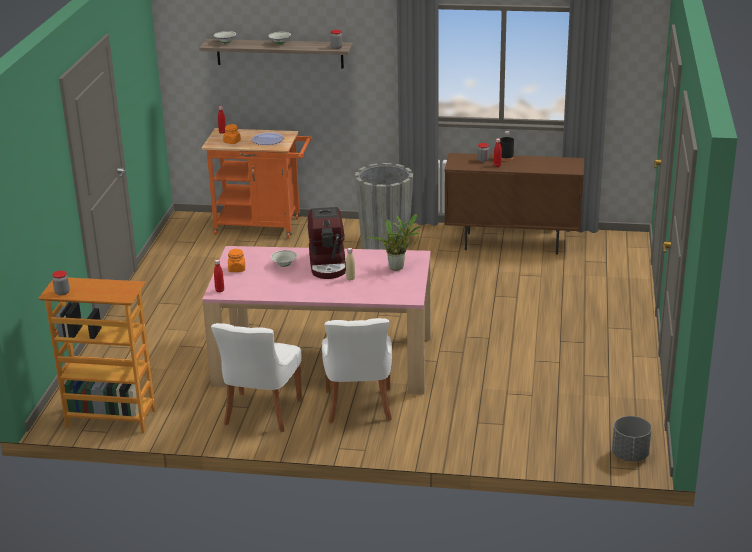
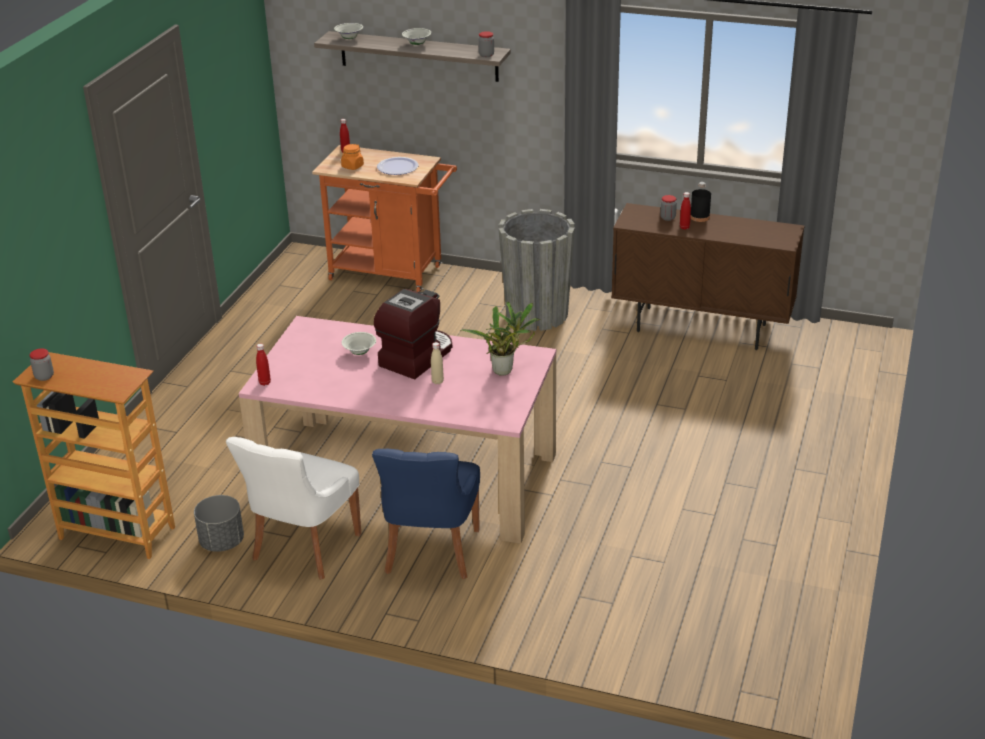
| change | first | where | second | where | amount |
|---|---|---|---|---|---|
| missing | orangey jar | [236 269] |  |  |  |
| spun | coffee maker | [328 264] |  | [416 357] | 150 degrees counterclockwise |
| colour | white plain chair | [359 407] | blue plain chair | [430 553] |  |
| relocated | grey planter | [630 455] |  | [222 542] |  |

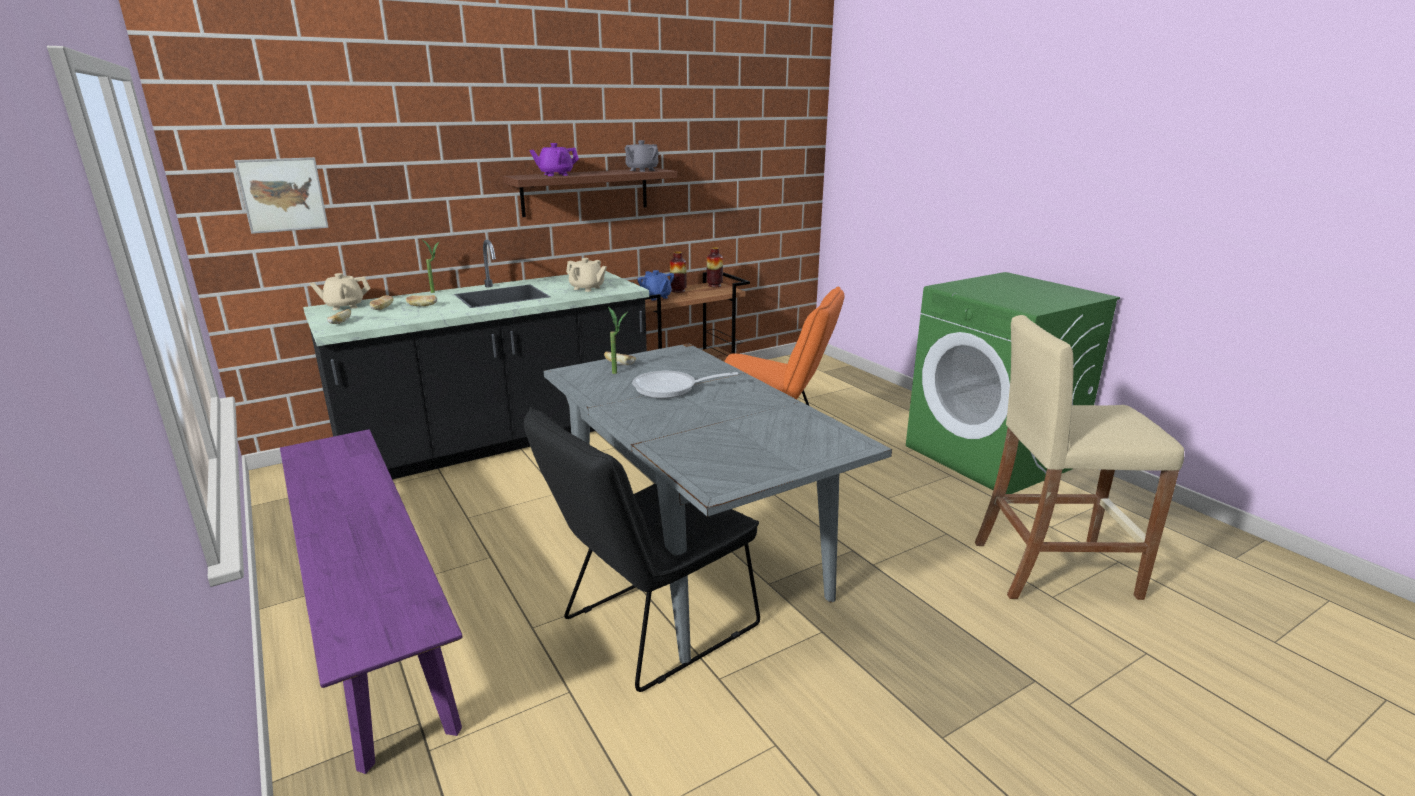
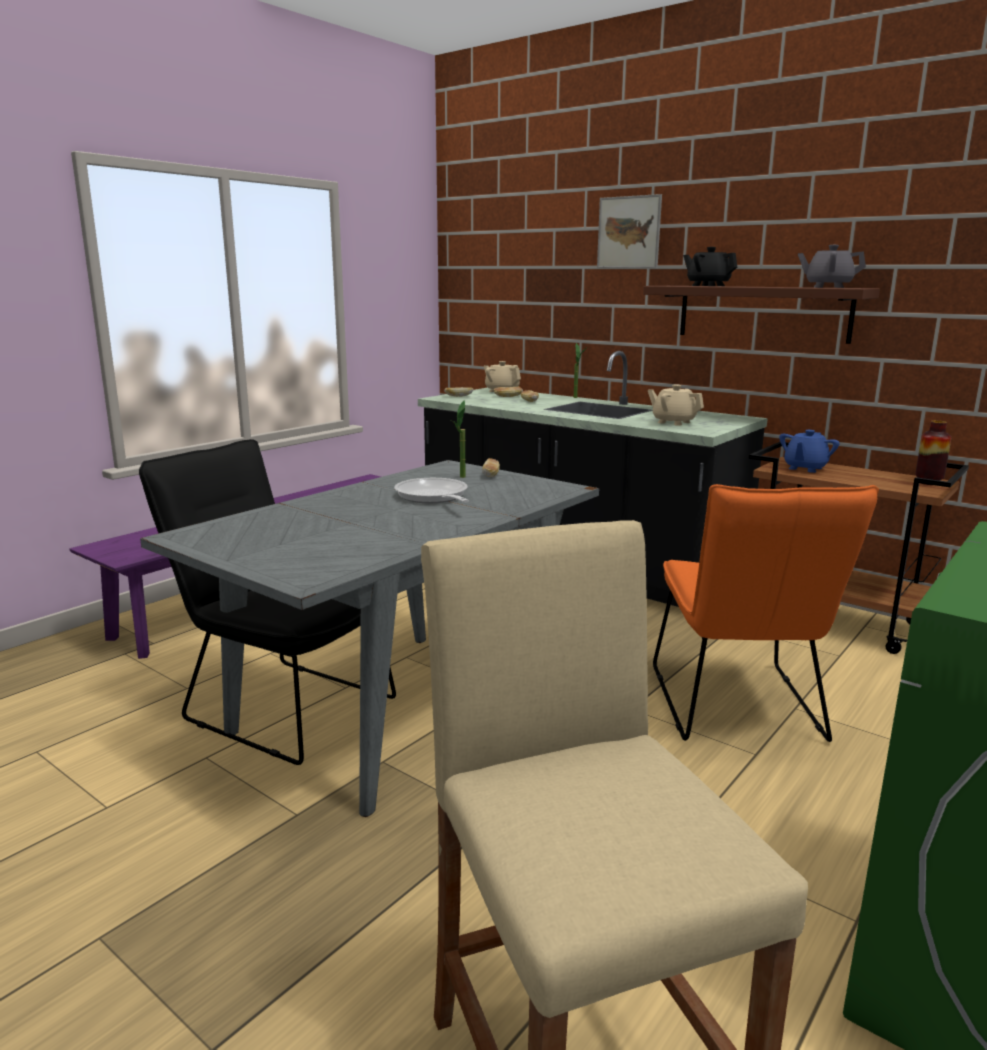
| change | first | where | second | where | amount |
|---|---|---|---|---|---|
| relocated | wall picture | [283 195] |  | [629 232] |  |
| colour | purple pot for tea | [555 175] | black-coloured pot for tea | [708 285] |  |
| spun | sand-coloured pot for tea | [587 288] |  | [673 422] | 120 degrees clockwise |
| missing | decorative vase | [678 291] |  |  |  |

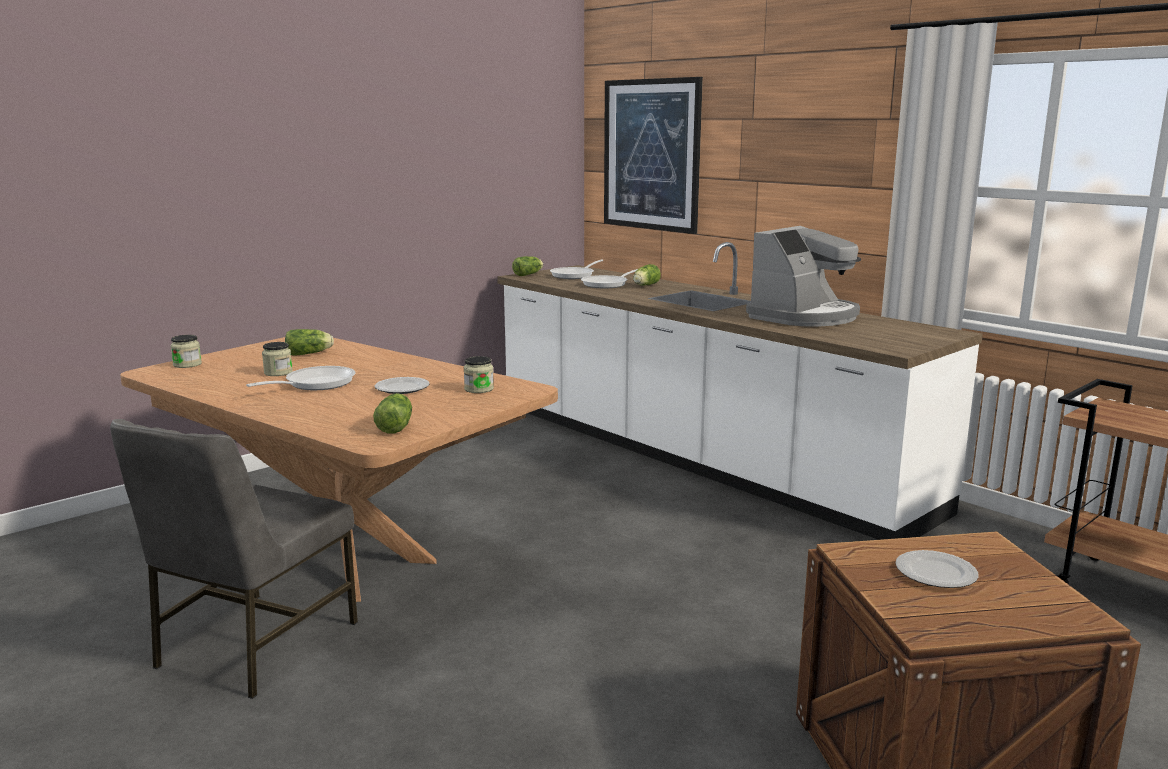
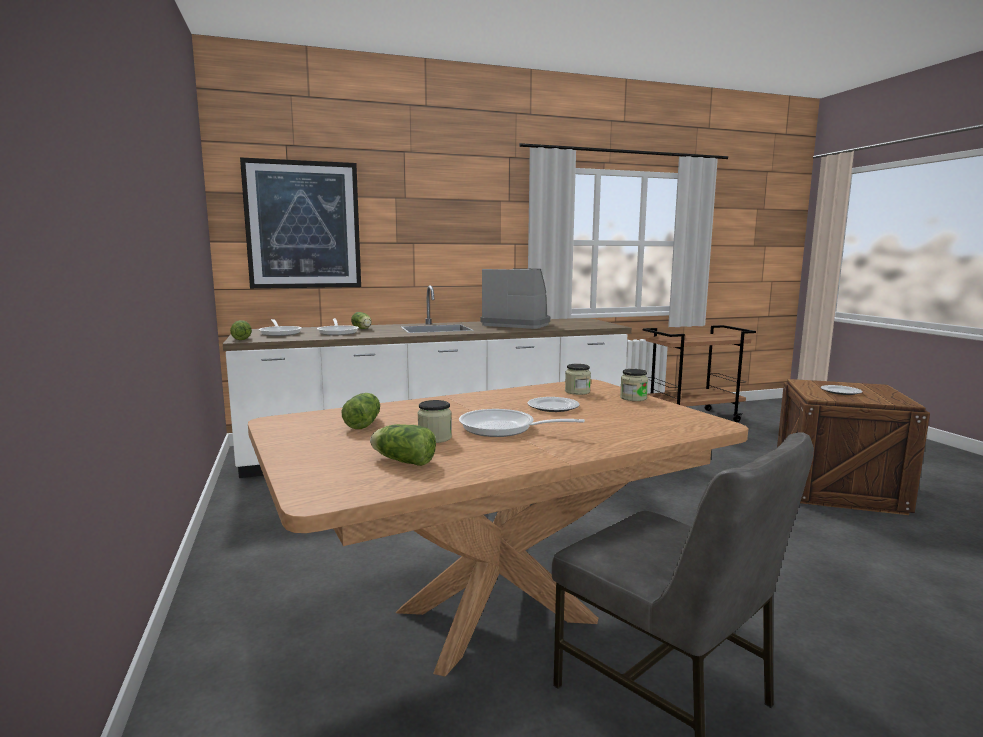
| change | first | where | second | where | amount |
|---|---|---|---|---|---|
| relocated | jar | [187 364] |  | [633 398] |  |
| spun | pan | [314 384] |  | [503 429] | 45 degrees counterclockwise |
| relocated | head of lettuce | [396 426] |  | [402 460] |  |
| spun | coffee maker | [804 316] |  | [517 324] | 45 degrees counterclockwise |

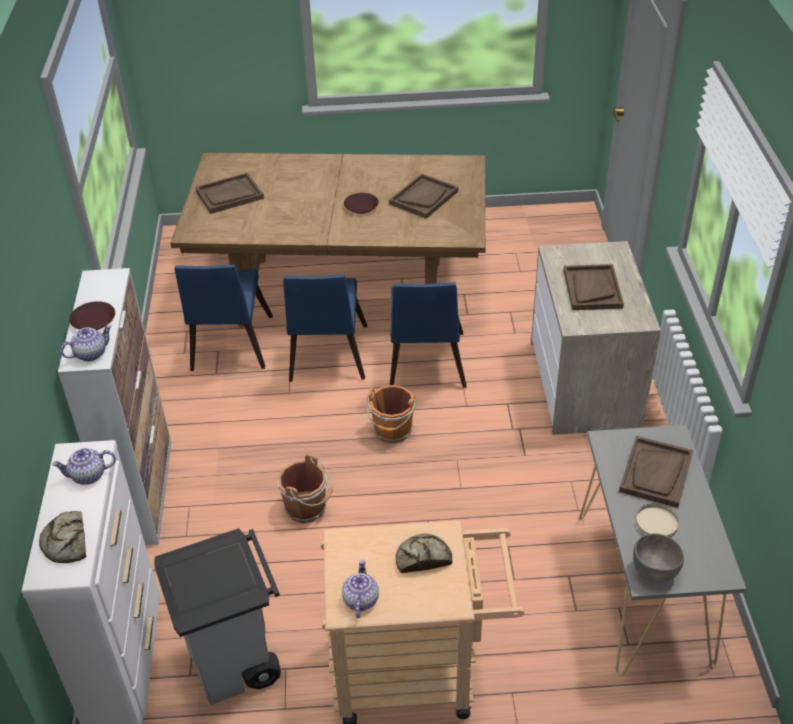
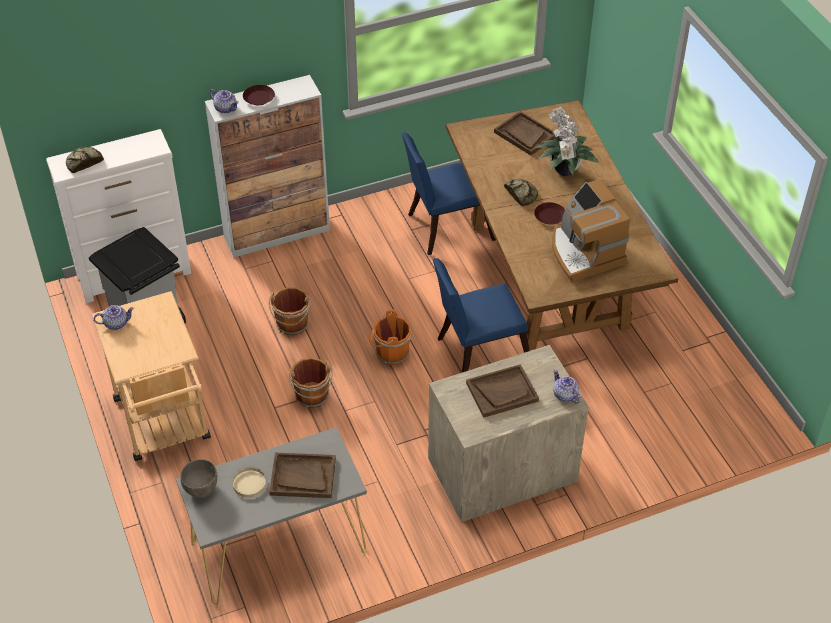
| change | first | where | second | where | amount |
|---|---|---|---|---|---|
| relocated | pot for tea | [88 476] |  | [564 395] |  |
| missing | blue plain chair | [327 357] |  |  |  |
| exchanged | brown serving tray | [424 197] | coffee maker | [584 252] |  |
| relocated | bakery bread | [422 558] |  | [521 194] |  |
| appeared |  |  | brown water bucket | [312 397] |  |
| appeared |  |  | plant in a pot | [564 172] |  |

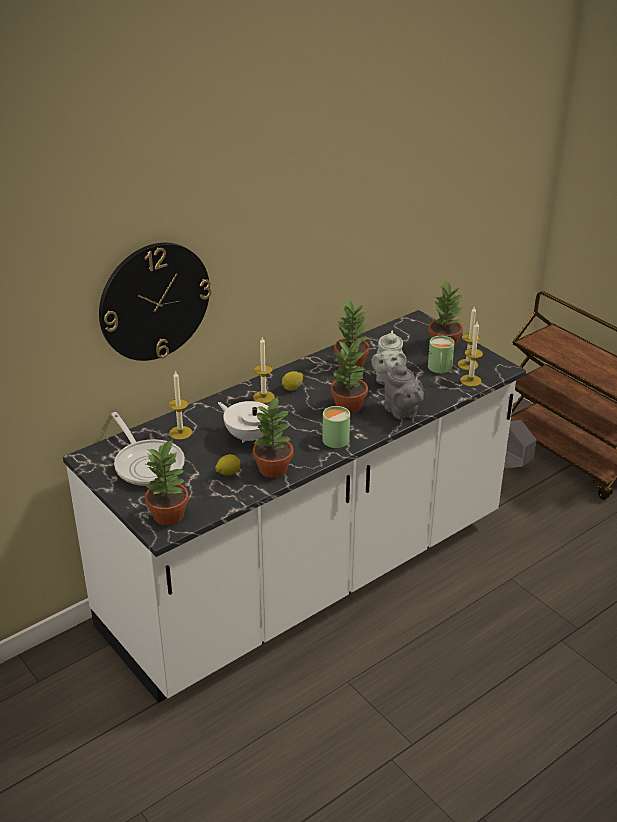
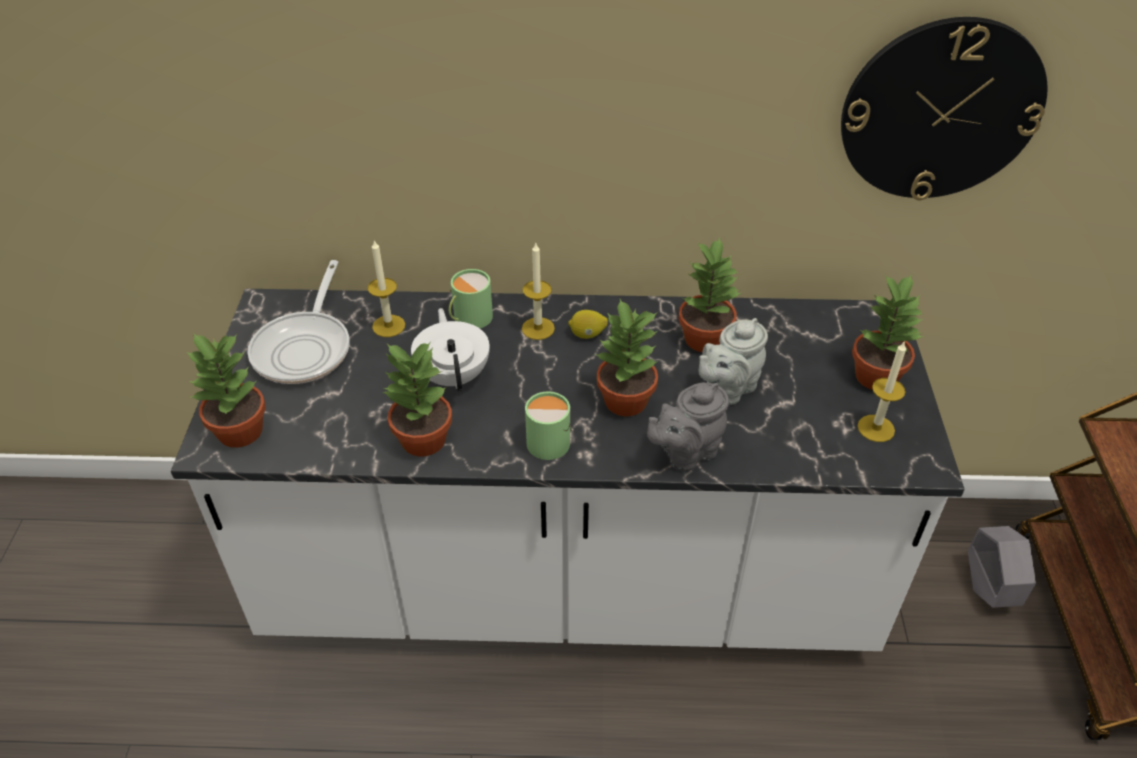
| change | first | where | second | where | amount |
|---|---|---|---|---|---|
| relocated | clock on the wall | [154 301] |  | [940 111] |  |
| missing | citrus fruit | [228 473] |  |  |  |
| spun | grey pot for tea | [402 412] |  | [685 453] | 45 degrees clockwise |
| relocated | green-coloured tea mug | [439 368] |  | [469 318] |  |
| missing | wax light | [470 380] |  |  |  |

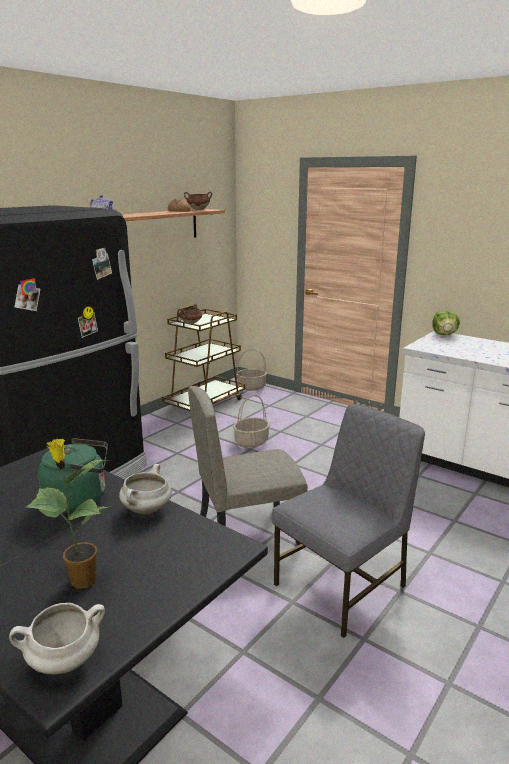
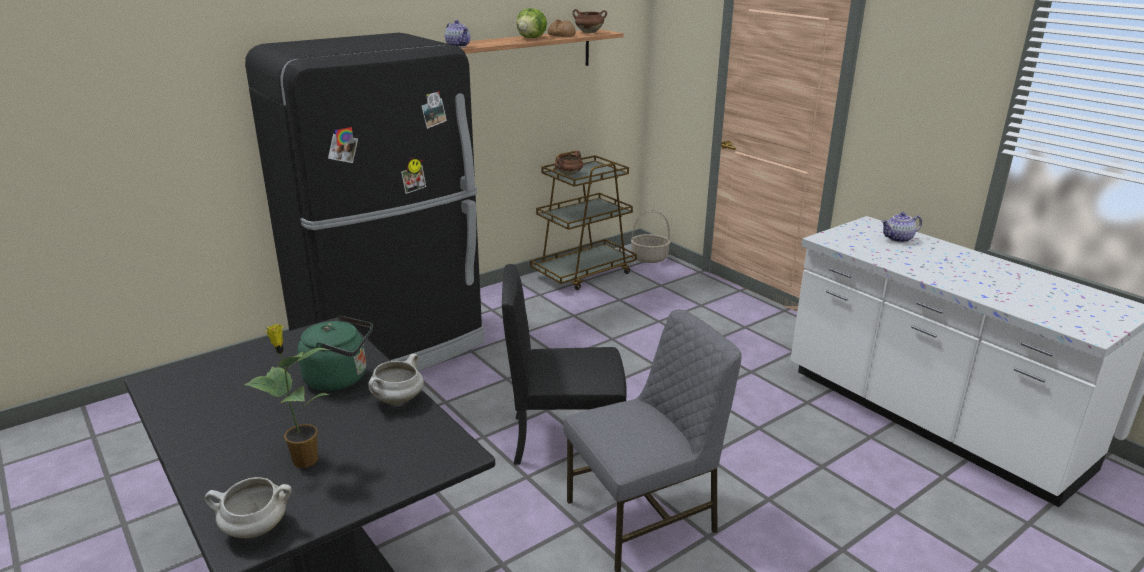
| change | first | where | second | where | amount |
|---|---|---|---|---|---|
| colour | sand-coloured plain chair | [248 531] | black-coloured plain chair | [565 437] |  |
| missing | basket | [251 442] |  |  |  |
| relocated | head of lettuce | [444 335] |  | [532 38] |  |
| appeared |  |  | pot for tea | [898 239] |  |

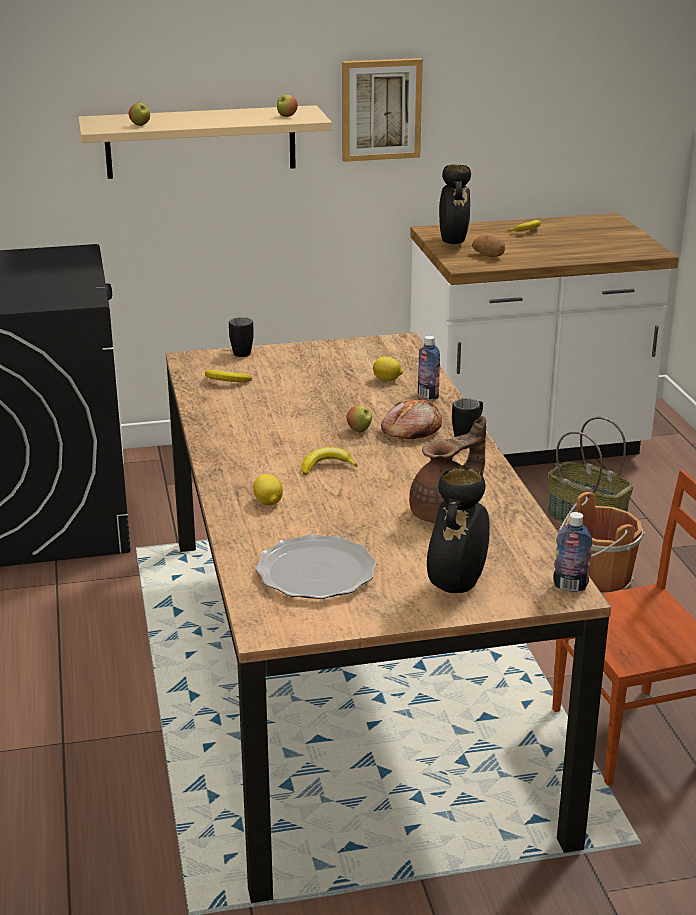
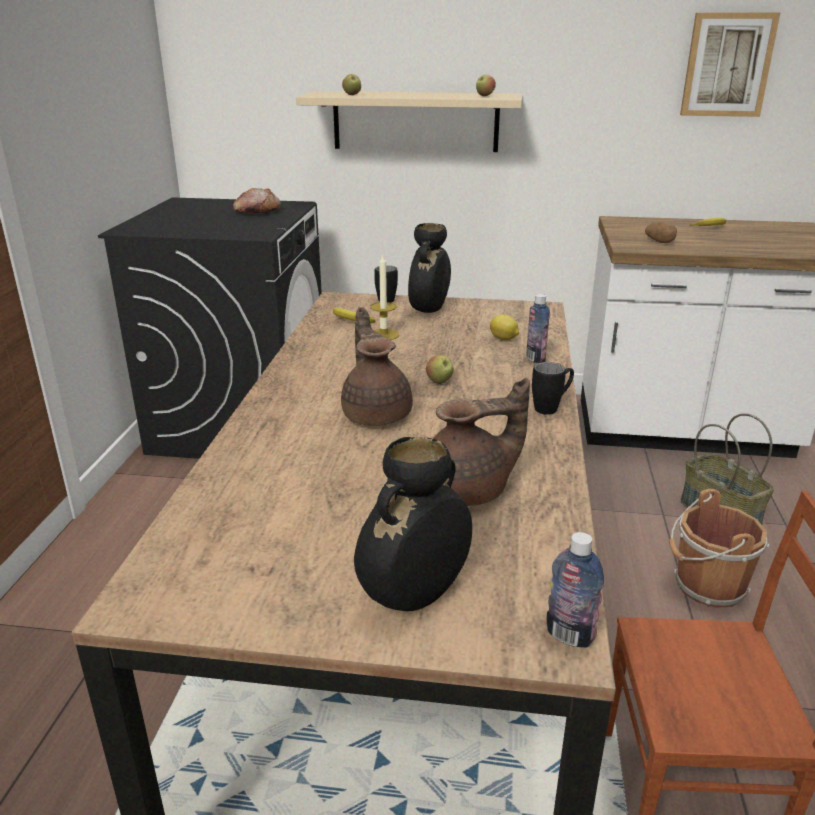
| change | first | where | second | where | amount |
|---|---|---|---|---|---|
| missing | citrus fruit | [268 503] |  |  |  |
| missing | plate | [315 573] |  |  |  |
| exchanged | whole banana | [326 466] | brown pot for tea | [376 413] |  |
| relocated | wall picture | [380 109] |  | [727 65] |  |
| relocated | bakery bread | [410 430] |  | [257 211] |  |
| relocated | black-coloured decorative vase | [453 242] |  | [429 310] |  |
| appeared |  |  | wax light | [383 335] |  |

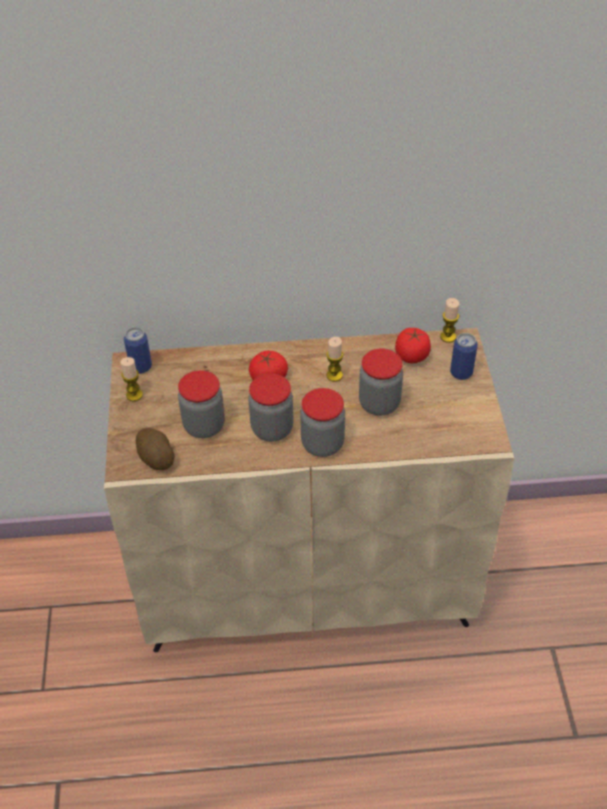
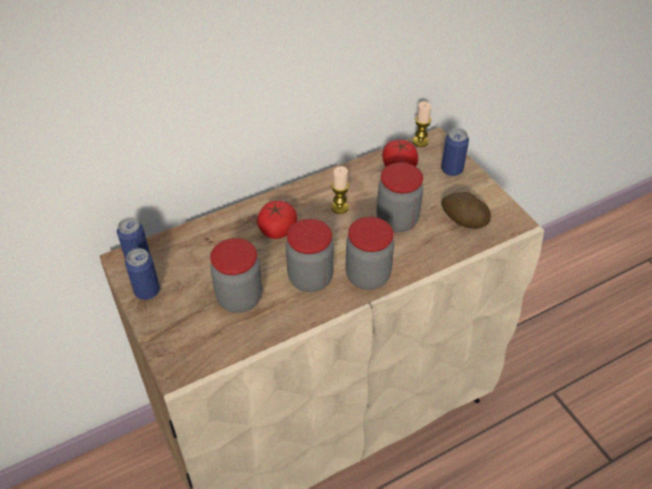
| change | first | where | second | where | amount |
|---|---|---|---|---|---|
| exchanged | wax light | [134 395] | can | [147 291] |  |
| relocated | potato | [156 458] |  | [463 220] |  |

